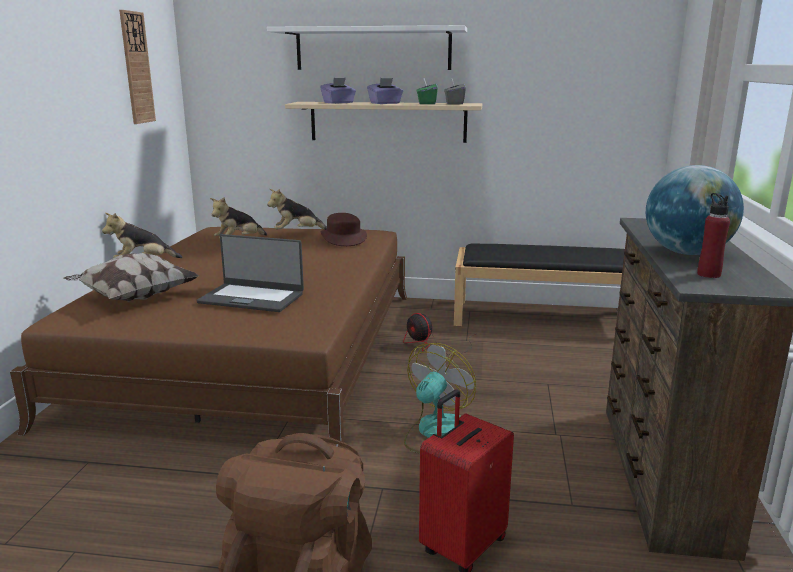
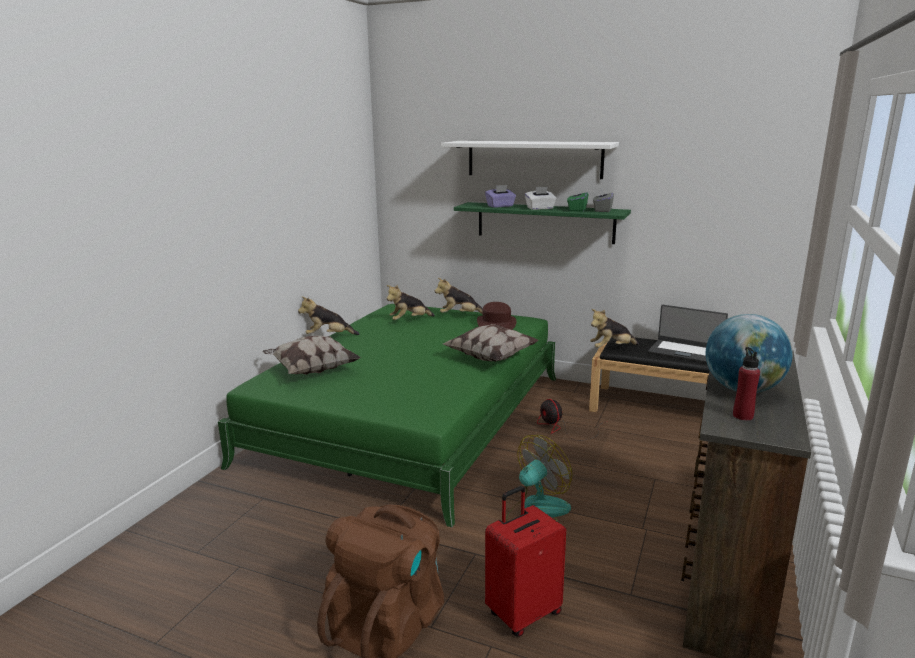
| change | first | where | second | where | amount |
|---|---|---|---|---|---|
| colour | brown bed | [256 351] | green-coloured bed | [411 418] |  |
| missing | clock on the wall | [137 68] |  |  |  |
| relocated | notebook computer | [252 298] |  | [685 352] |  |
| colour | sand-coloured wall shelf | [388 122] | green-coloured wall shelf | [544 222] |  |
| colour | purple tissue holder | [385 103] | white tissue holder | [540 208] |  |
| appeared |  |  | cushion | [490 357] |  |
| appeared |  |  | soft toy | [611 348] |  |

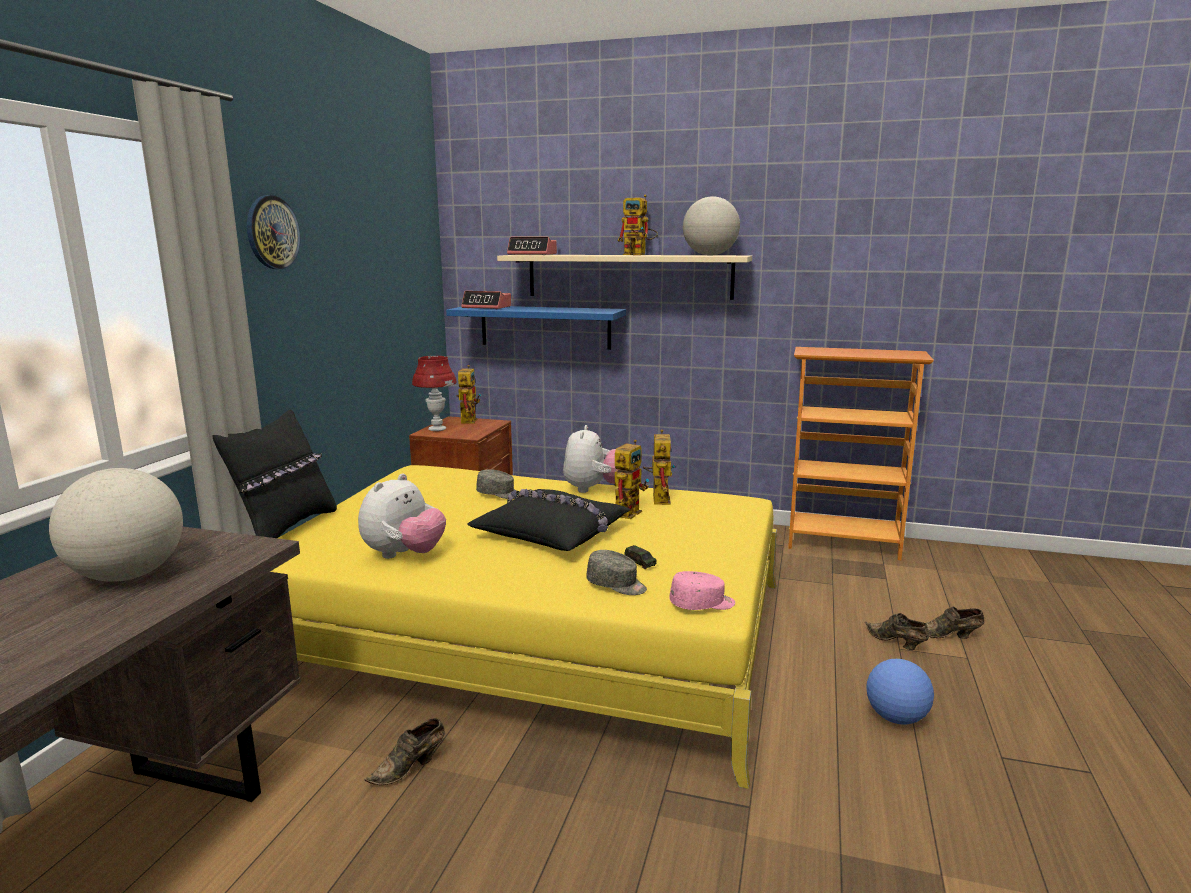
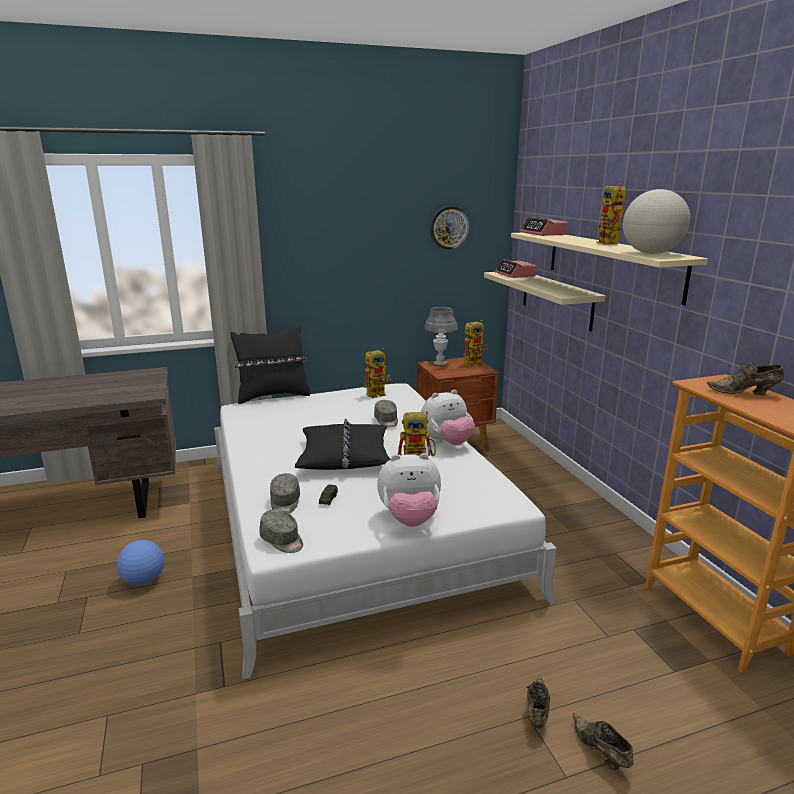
| change | first | where | second | where | amount |
|---|---|---|---|---|---|
| missing | globe | [127 576] |  |  |  |
| relocated | clock on the wall | [272 232] |  | [449 228] |  |
| colour | yellow bed | [533 630] | white bed | [354 522] |  |
| relocated | soft toy | [404 555] |  | [410 519] |  |
| relocated | brown shoe | [410 767] |  | [744 393] |  |
| colour | red-coloured tabletop lamp | [437 429] | grey tabletop lamp | [440 363] |  |
| colour | blue wall shelf | [545 327] | sand-coloured wall shelf | [556 299] |  |
| relocated | robot figure | [658 498] |  | [378 393] |  |
| colour | pink-coloured cap | [702 604] | grey cap | [282 540] |  |
| relocated | football | [896 718] |  | [144 581] |  |

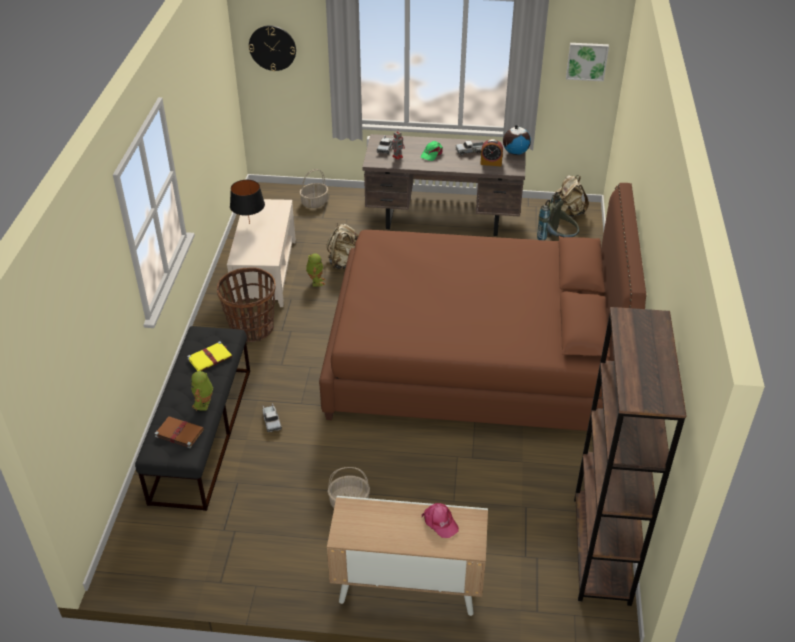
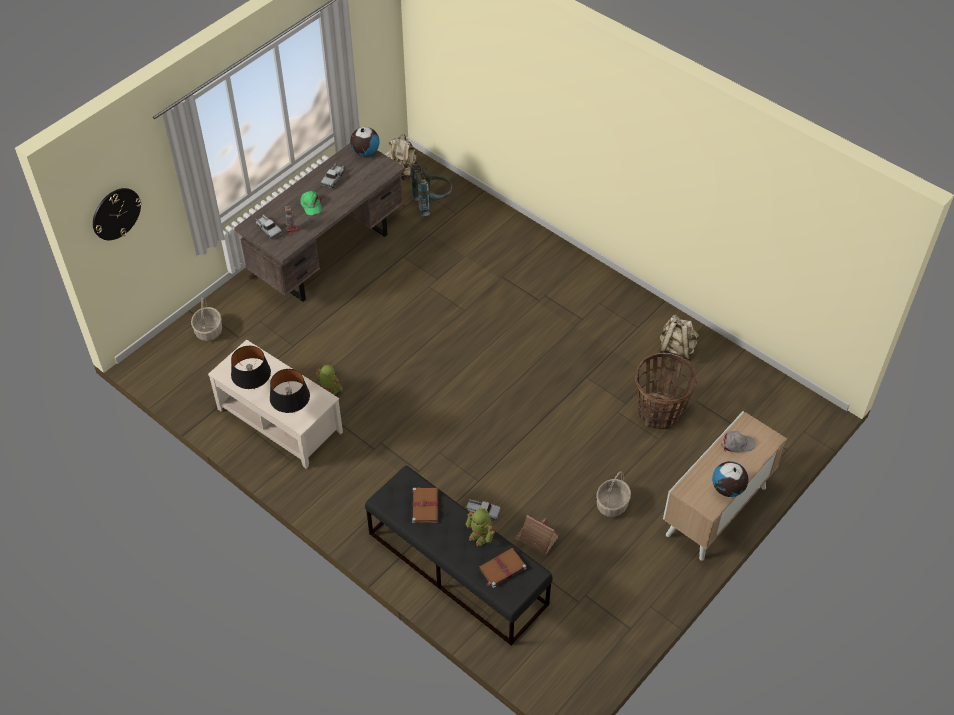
| change | first | where | second | where | amount |
|---|---|---|---|---|---|
| colour | yellow book | [210 358] | brown book | [425 505] |  |
| relocated | basket | [251 329] |  | [659 412] |  |
| missing | brown bed | [473 360] |  |  |  |
| relocated | sand-coloured rucksack | [344 262] |  | [676 349] |  |
| colour | pink-coloured cap | [440 522] | grey cap | [737 444] |  |
| missing | alarm clock | [491 163] |  |  |  |
| missing | wall picture | [587 61] |  |  |  |
| missing | brown bookshelf | [601 550] |  |  |  |
| appeared |  |  | black-coloured tabletop lamp | [292 412] |  |
| appeared |  |  | model house | [537 538] |  |
| appeared |  |  | globe | [727 489] |  |

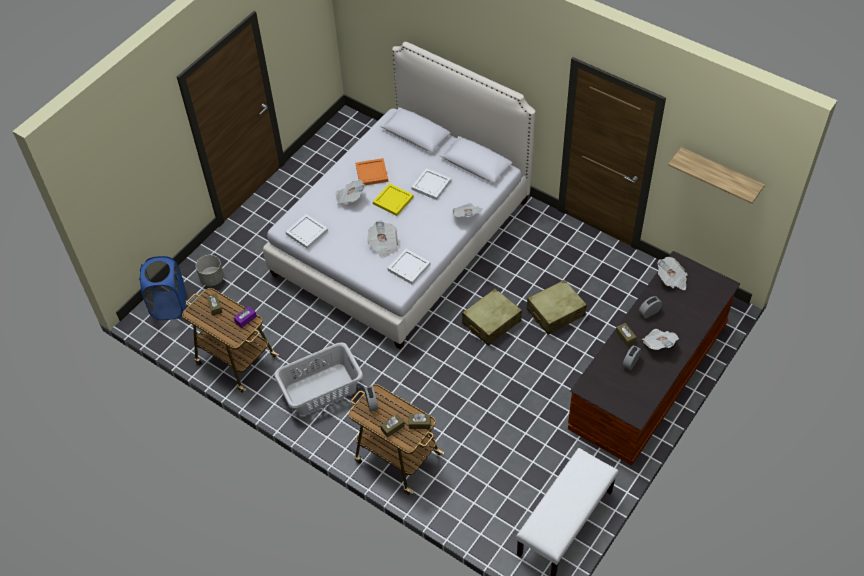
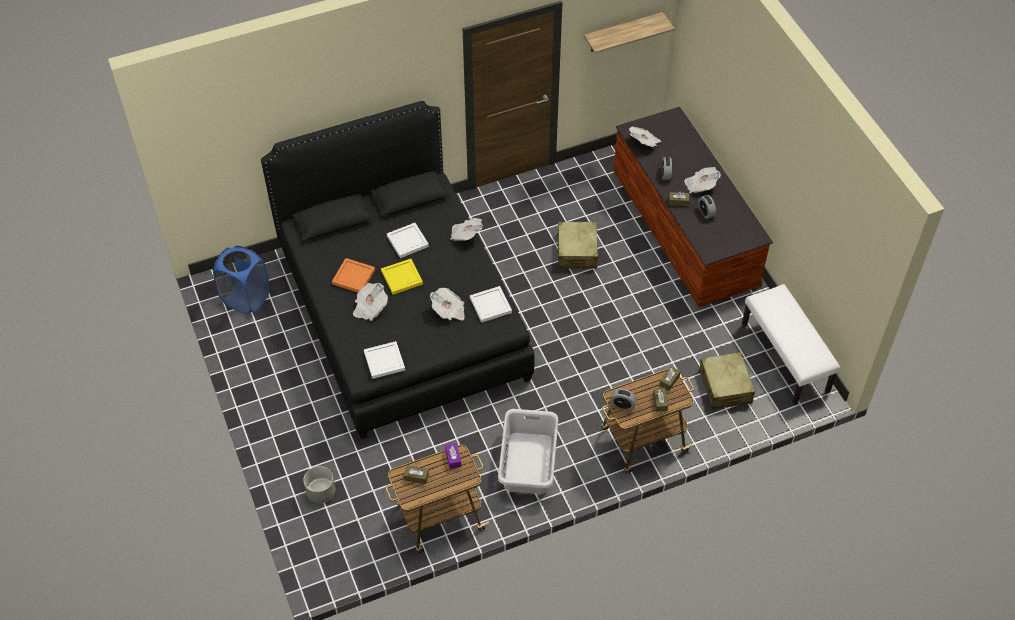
| change | first | where | second | where | amount |
|---|---|---|---|---|---|
| relocated | blue hamper | [169 305] |  | [246 298] |  |
| colour | white bed | [402 237] | black-coloured bed | [402 314] |  |
| relocated | sand-coloured travel case | [491 322] |  | [725 387] |  |

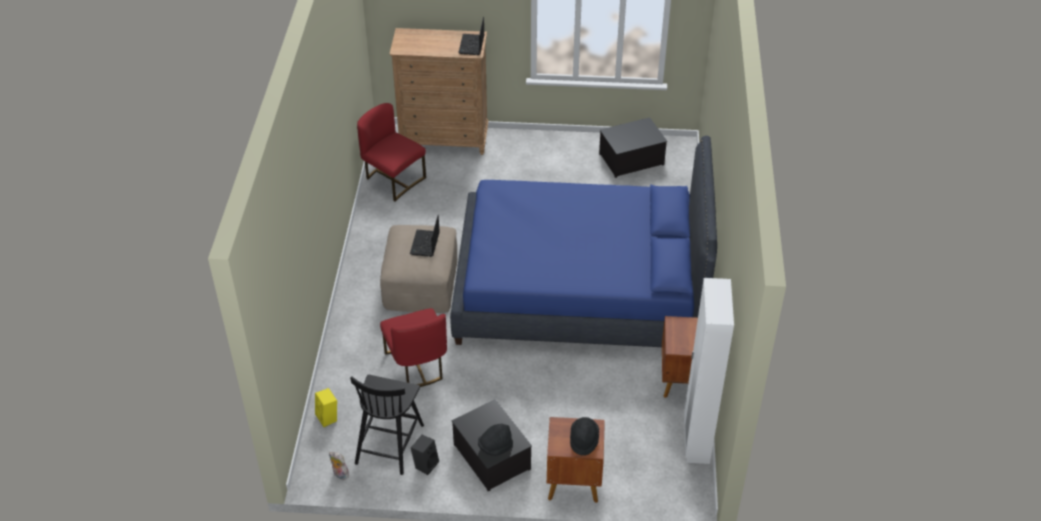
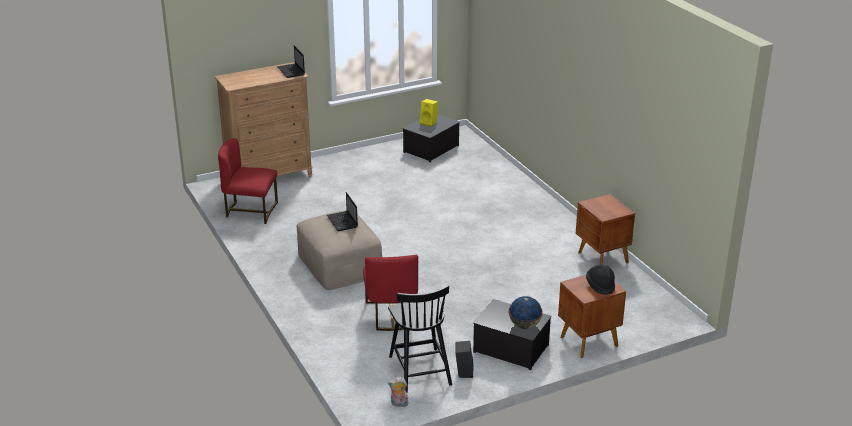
| change | first | where | second | where | amount |
|---|---|---|---|---|---|
| relocated | yellow speaker | [328 418] |  | [429 123] |  |
| spun | red-coloured plain chair | [417 365] |  | [391 315] | 45 degrees clockwise |
| missing | blue bed | [580 289] |  |  |  |
| exchanged | black-coloured wearable hat | [495 446] | globe | [525 325] |  |
| missing | white armoire | [696 440] |  |  |  |

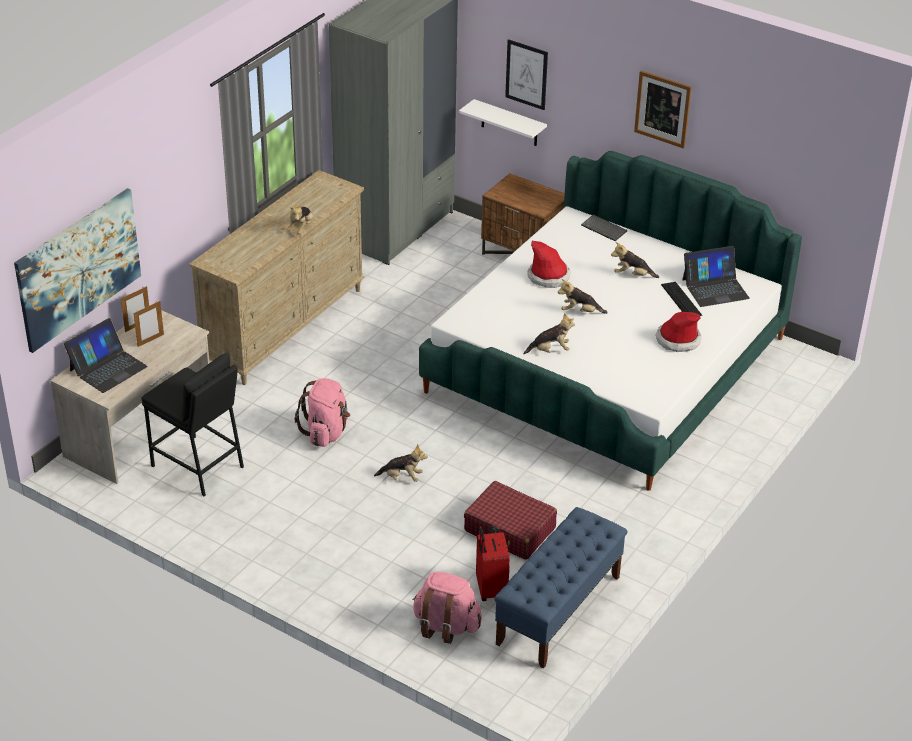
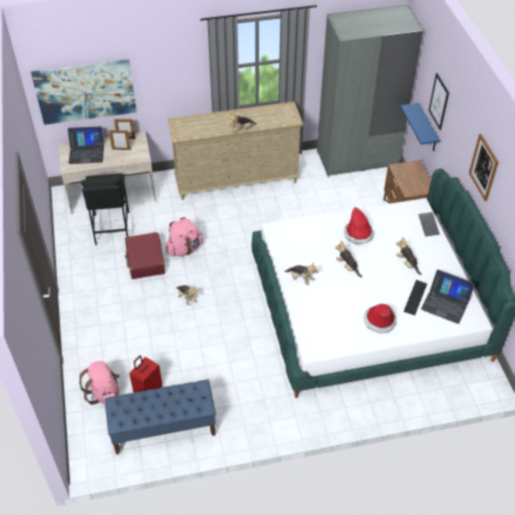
| change | first | where | second | where | amount |
|---|---|---|---|---|---|
| colour | white wall shelf | [509 123] | blue wall shelf | [427 128] |  |
| relocated | red-coloured travel case | [510 530] |  | [145 261] |  |

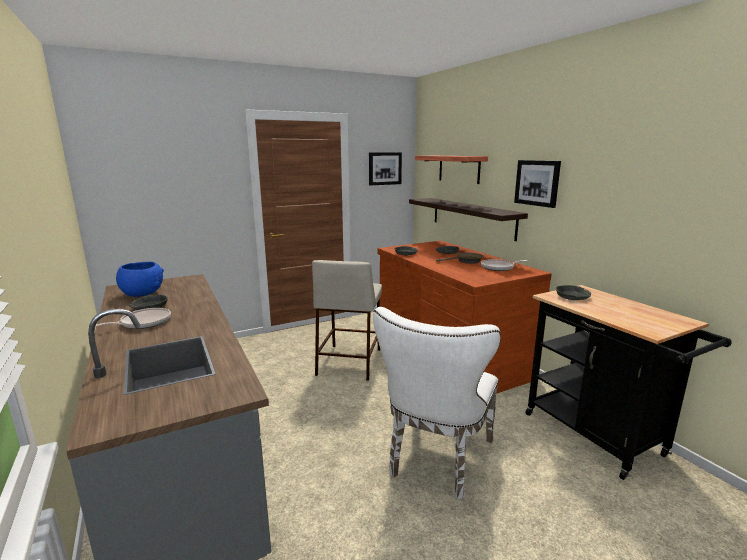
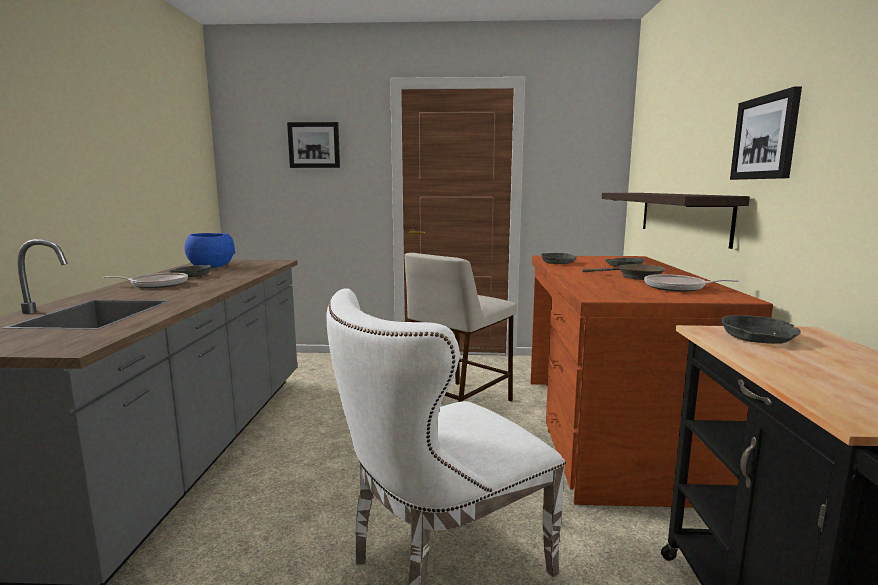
| change | first | where | second | where | amount |
|---|---|---|---|---|---|
| relocated | wall picture | [384 168] |  | [314 145] |  |
| missing | wall shelf | [459 169] |  |  |  |

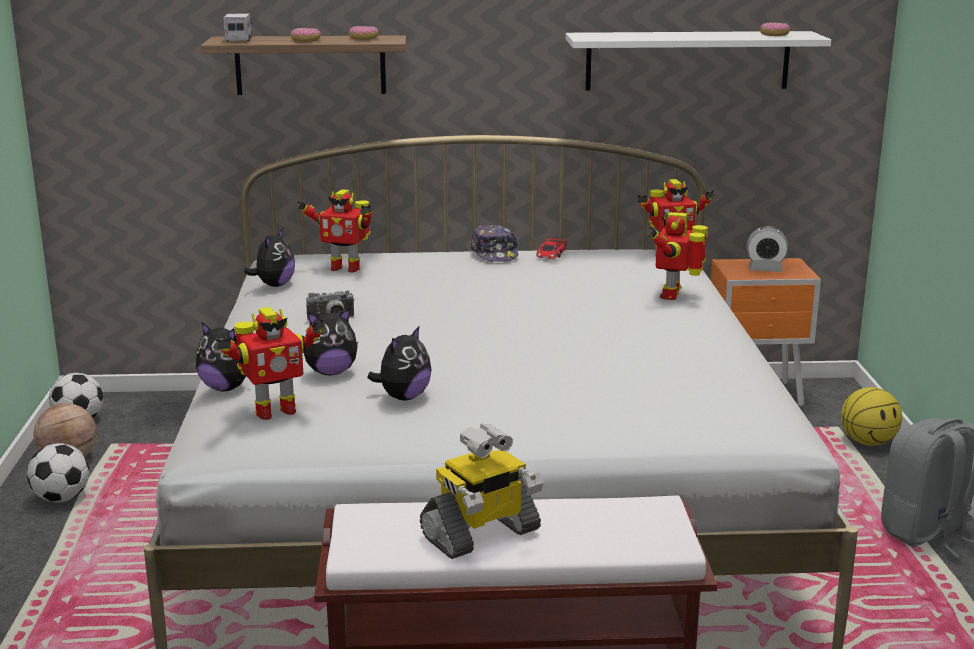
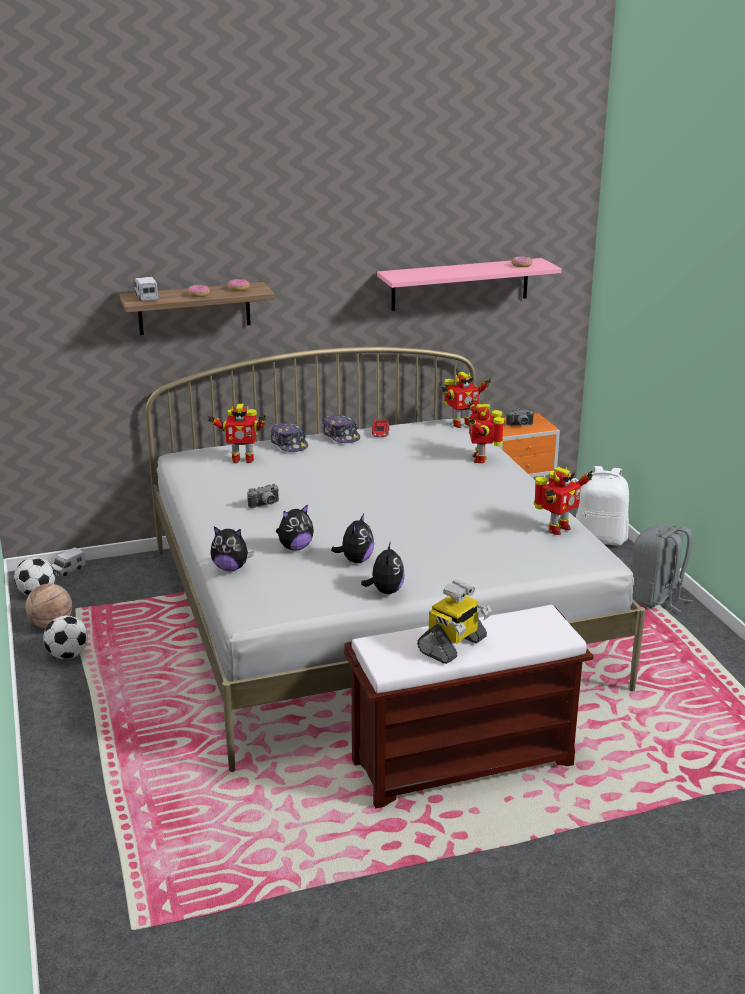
| change | first | where | second | where | amount |
|---|---|---|---|---|---|
| relocated | robot figure | [273 411] |  | [557 529] |  |
| relocated | soft toy | [274 285] |  | [385 591] |  |
| colour | white wall shelf | [687 60] | pink-coloured wall shelf | [460 284] |  |
| exchanged | alarm clock | [765 269] | photo camera | [520 425] |  |
| exchanged | ball for basketball | [868 442] | white rucksack | [600 538] |  |
| appeared |  |  | model truck | [68 570] |  |
| appeared |  |  | cap | [289 444] |  |

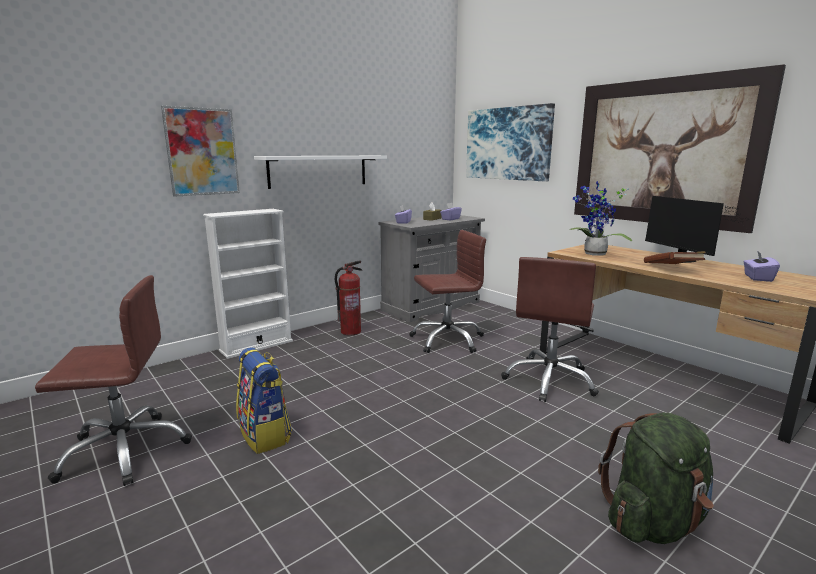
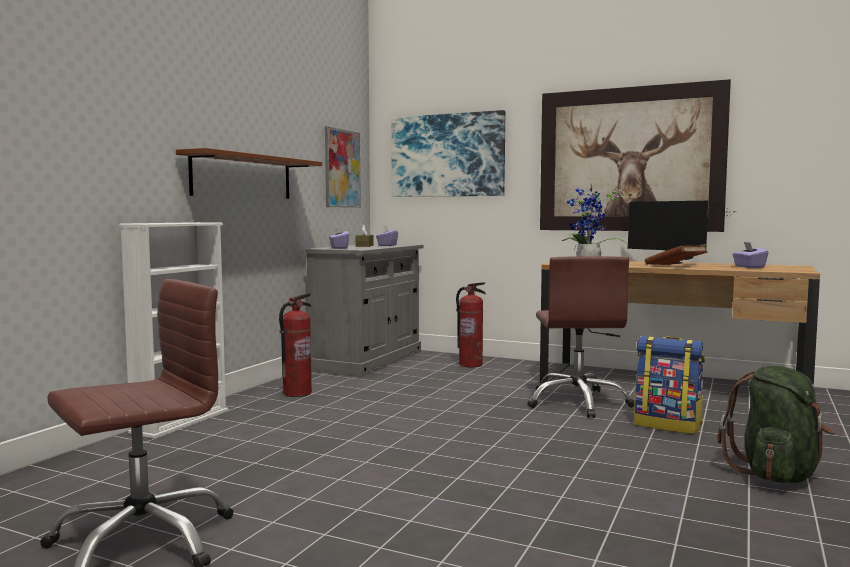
| change | first | where | second | where | amount |
|---|---|---|---|---|---|
| relocated | wall picture | [202 152] |  | [342 168] |  |
| relocated | rucksack | [265 435] |  | [668 425] |  |
| colour | white wall shelf | [318 171] | brown wall shelf | [243 177] |  |
| missing | brown desk chair | [447 340] |  |  |  |
| appeared |  |  | fire-fighting cylinder | [470 365] |  |

